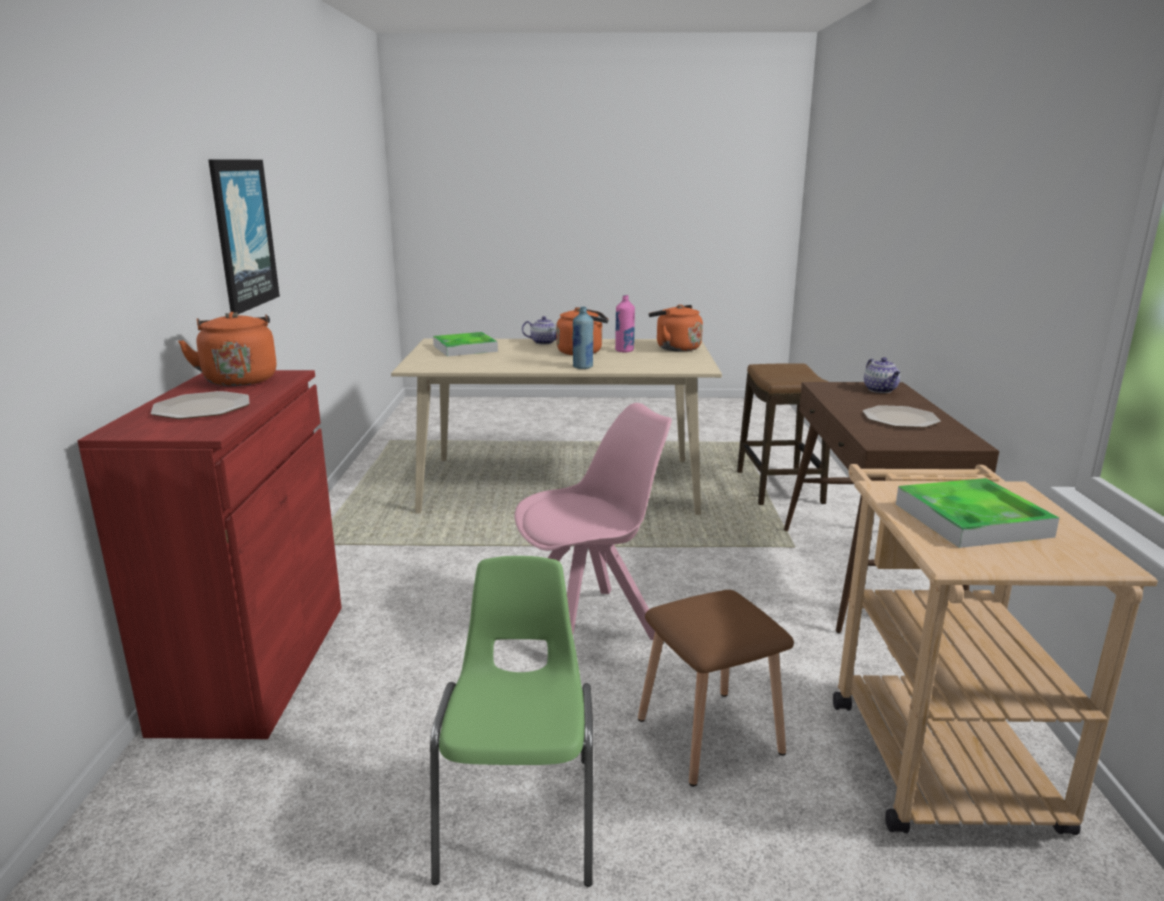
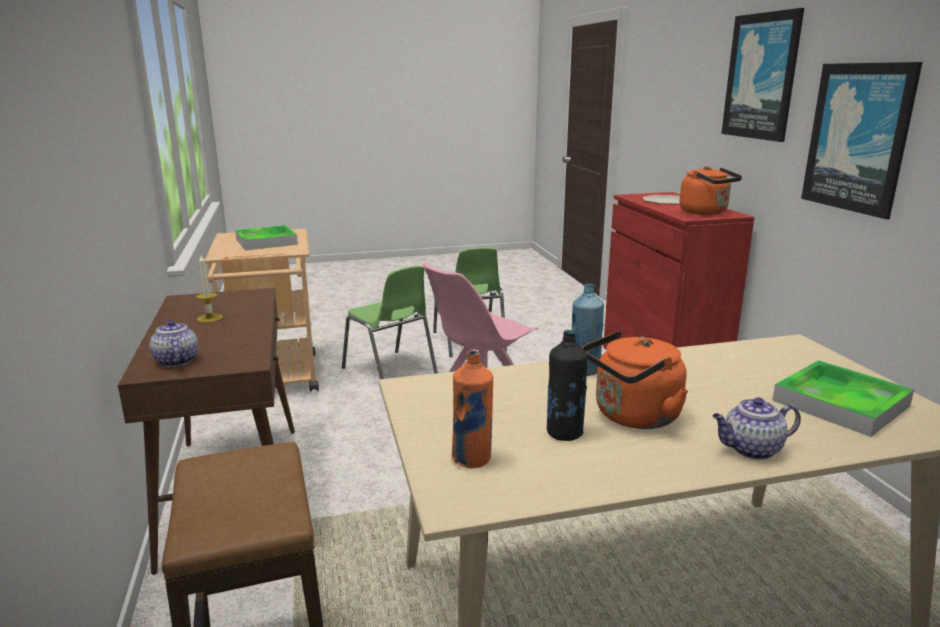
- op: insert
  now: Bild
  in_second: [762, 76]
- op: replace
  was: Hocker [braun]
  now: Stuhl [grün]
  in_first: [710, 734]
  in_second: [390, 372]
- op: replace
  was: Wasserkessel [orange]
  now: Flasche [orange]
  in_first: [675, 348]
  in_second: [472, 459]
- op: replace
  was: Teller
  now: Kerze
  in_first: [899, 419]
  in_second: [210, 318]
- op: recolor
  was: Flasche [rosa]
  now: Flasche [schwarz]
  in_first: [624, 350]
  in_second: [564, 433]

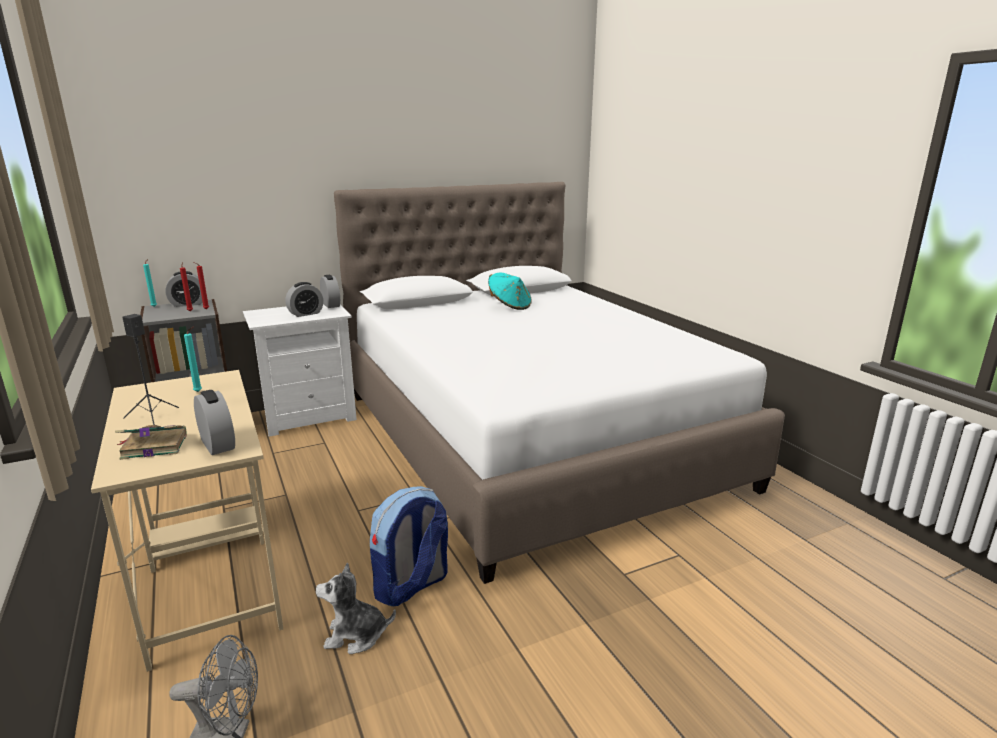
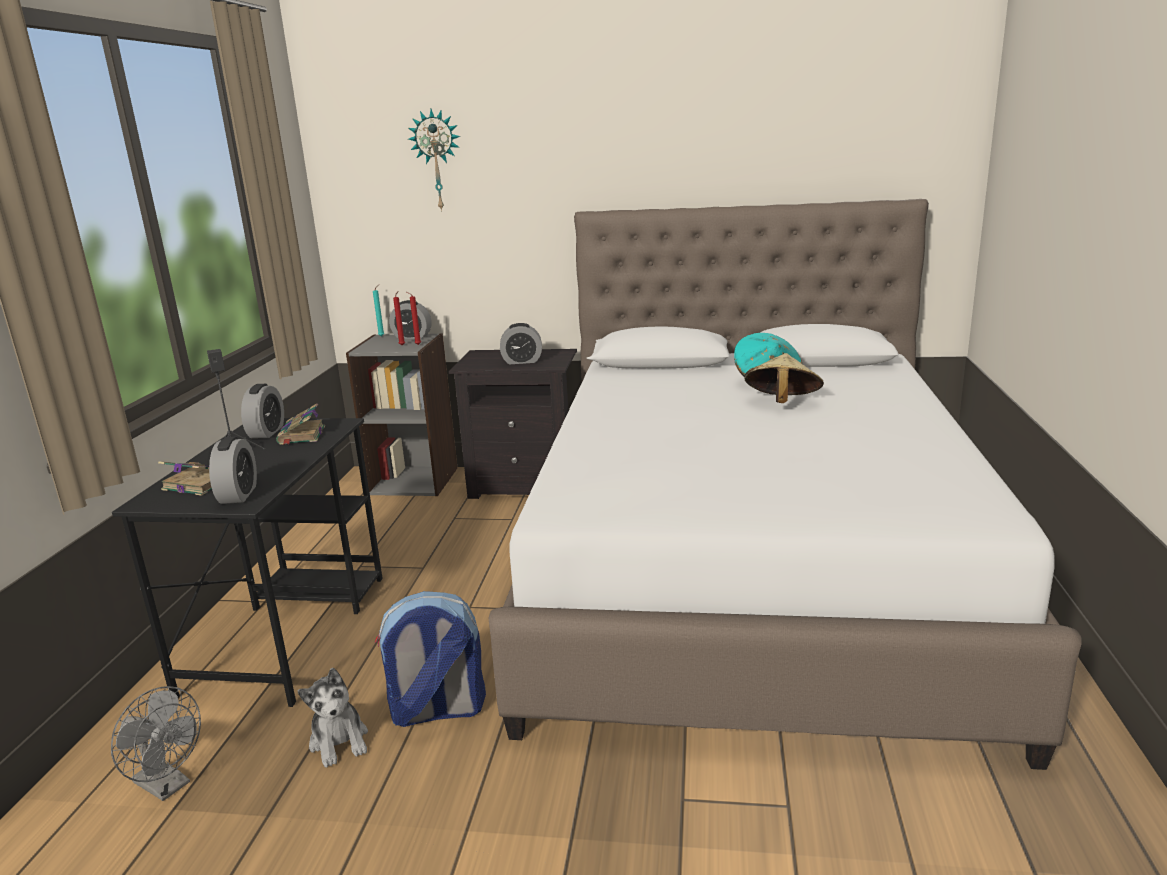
- op: insert
  now: Wanduhr
  in_second: [437, 160]
- op: insert
  now: Hut [beige]
  in_second: [781, 404]
- op: move
  was: Wecker
  in_first: [331, 305]
  in_second: [267, 432]
- op: replace
  was: Kerze [türkis]
  now: Buch
  in_first: [199, 391]
  in_second: [301, 435]
- op: recolor
  was: Schreibtisch [beige]
  now: Schreibtisch [schwarz]
  in_first: [211, 577]
  in_second: [289, 631]
- op: recolor
  was: Nachttisch [weiß]
  now: Nachttisch [schwarz]
  in_first: [309, 416]
  in_second: [526, 484]
- op: rotate
  was: Plüschtier
  in_first: [355, 636]
  in_second: [339, 741]
  clockwise: -150

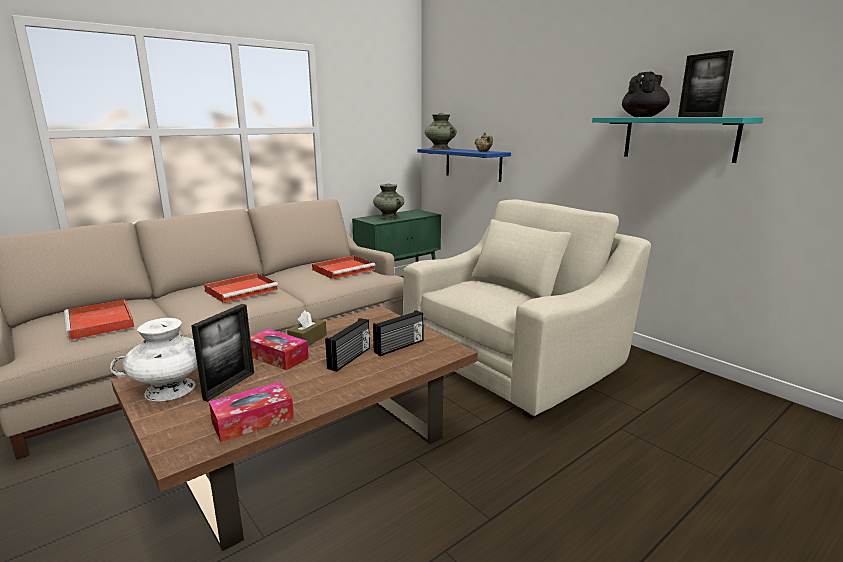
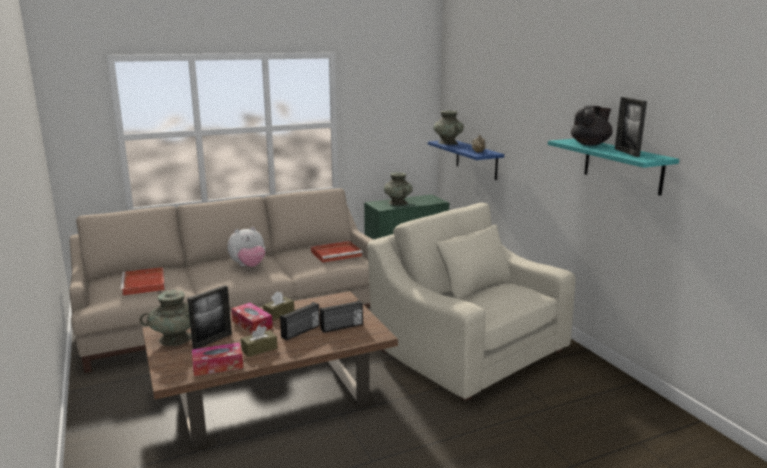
- op: insert
  now: Taschentuchbox [braun]
  in_second: [259, 349]
- op: replace
  was: Tablett [rot]
  now: Plüschtier
  in_first: [242, 290]
  in_second: [248, 266]
- op: recolor
  was: Vase [weiß]
  now: Vase [türkis]
  in_first: [169, 390]
  in_second: [175, 338]
- op: rotate
  was: Sessel [beige]
  in_first: [514, 359]
  in_second: [467, 349]
  clockwise: -105

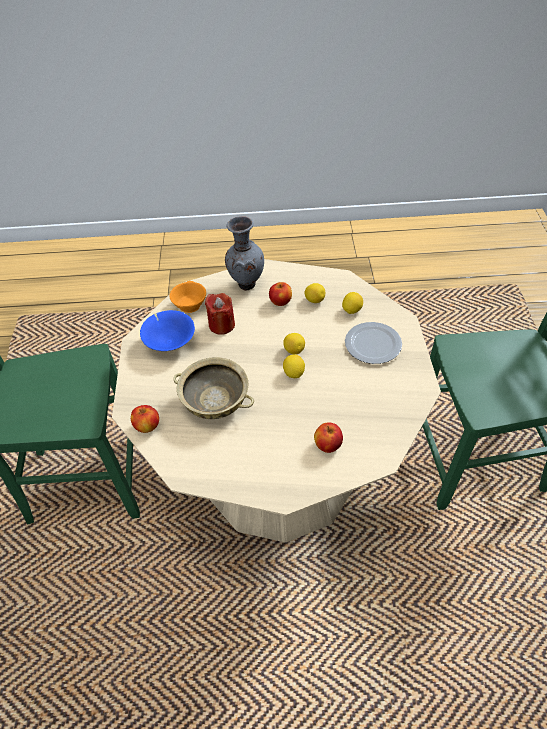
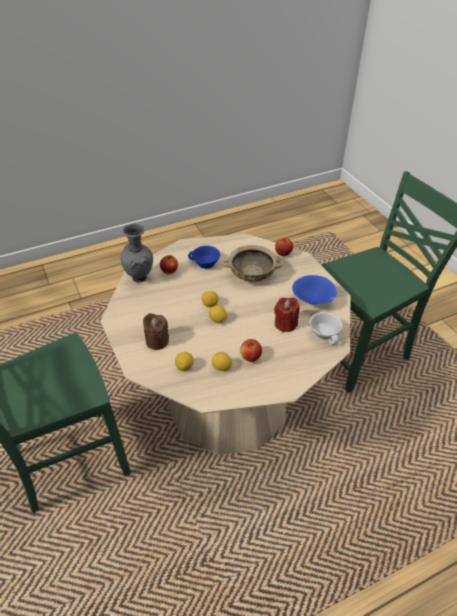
- op: insert
  now: Tasse [blau]
  in_second: [205, 264]
- op: move
  was: Vase [grau]
  in_first: [246, 284]
  in_second: [140, 278]
- op: replace
  was: Teller
  now: Kerze [braun]
  in_first: [374, 344]
  in_second: [157, 341]
- op: recolor
  was: Tasse [orange]
  now: Tasse [weiß]
  in_first: [188, 304]
  in_second: [325, 333]

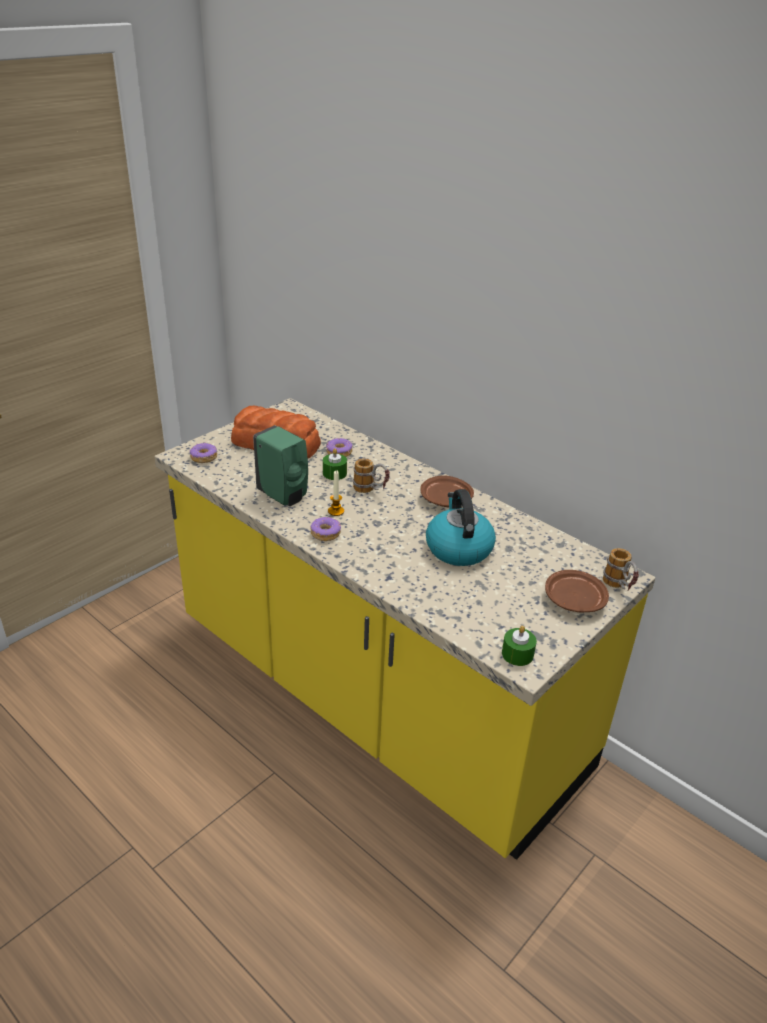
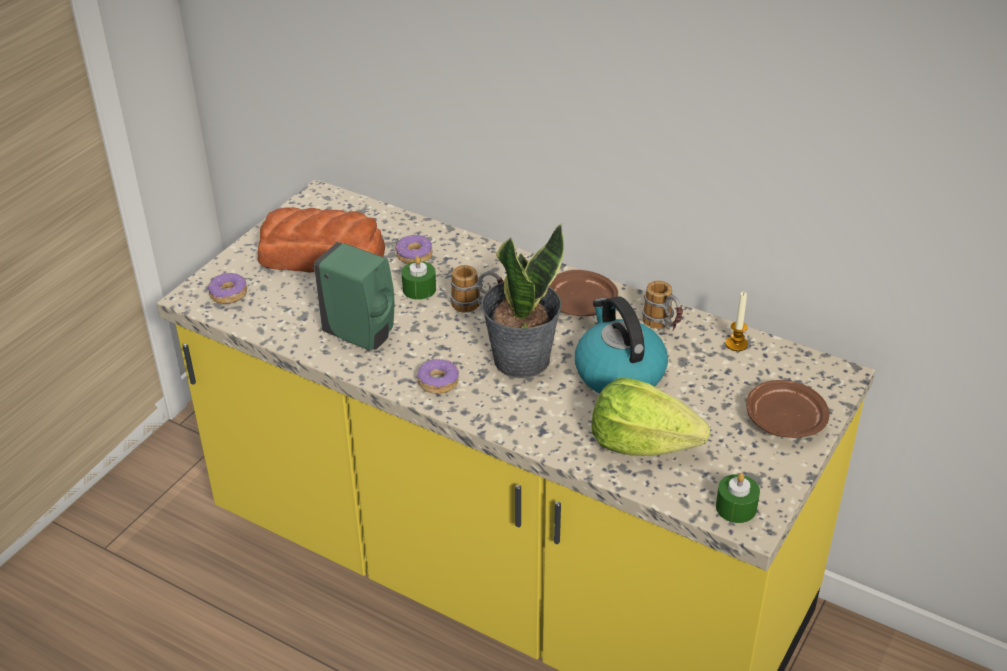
- op: insert
  now: Topfpflanze
  in_second: [520, 359]
- op: insert
  now: Salatkopf
  in_second: [642, 444]
- op: move
  was: Kerze
  in_first: [336, 511]
  in_second: [736, 344]
- op: move
  was: Henkelbecher
  in_first: [619, 587]
  in_second: [663, 328]

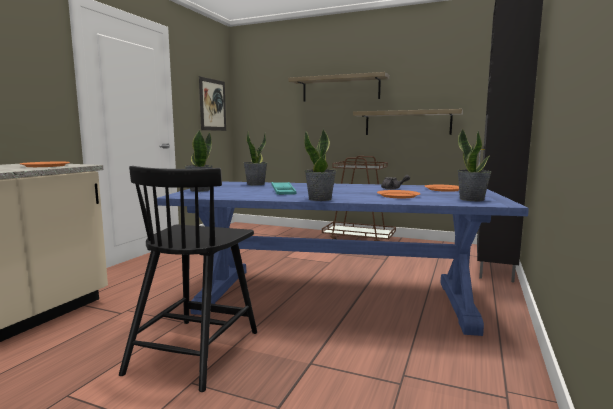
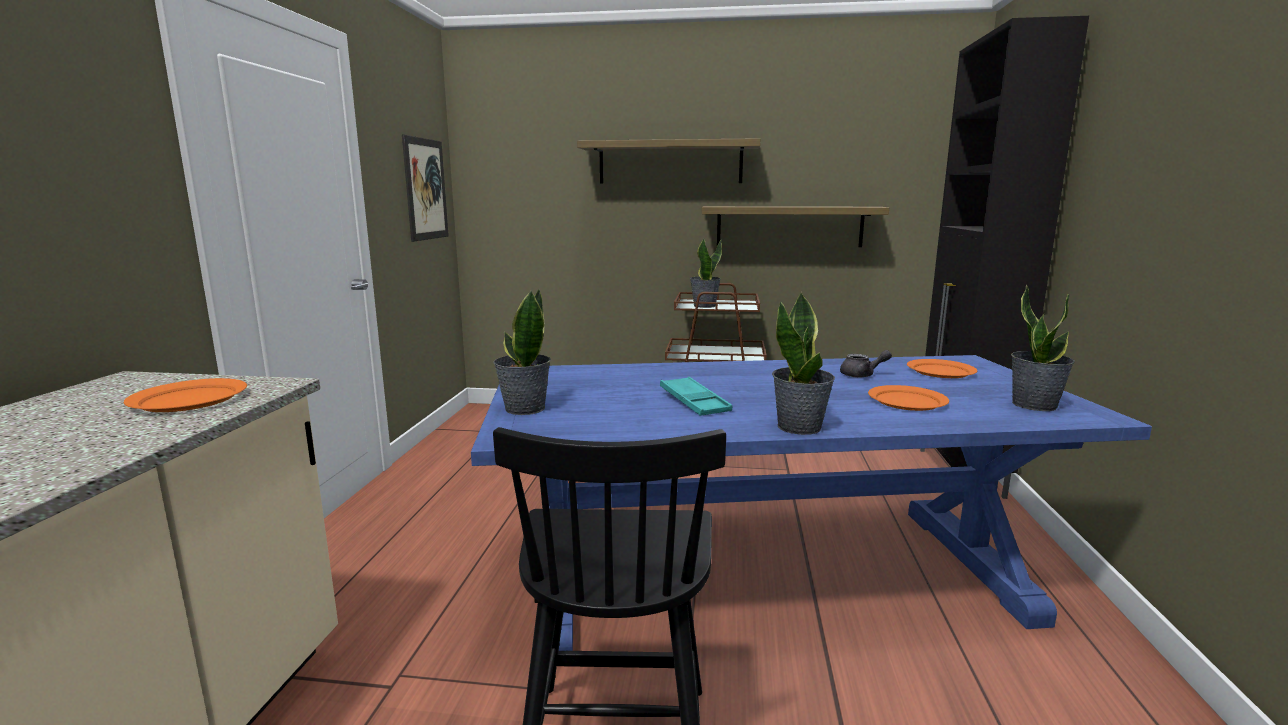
- op: move
  was: Topfpflanze
  in_first: [255, 184]
  in_second: [704, 306]

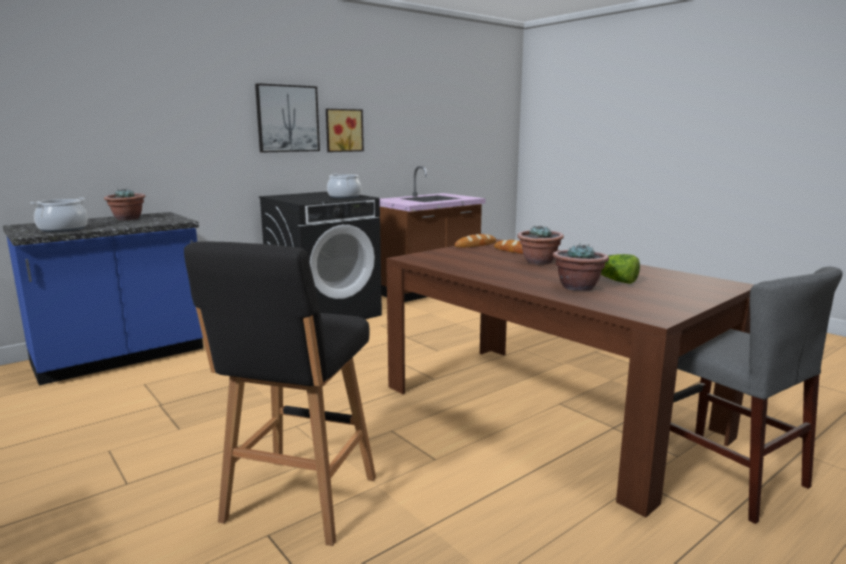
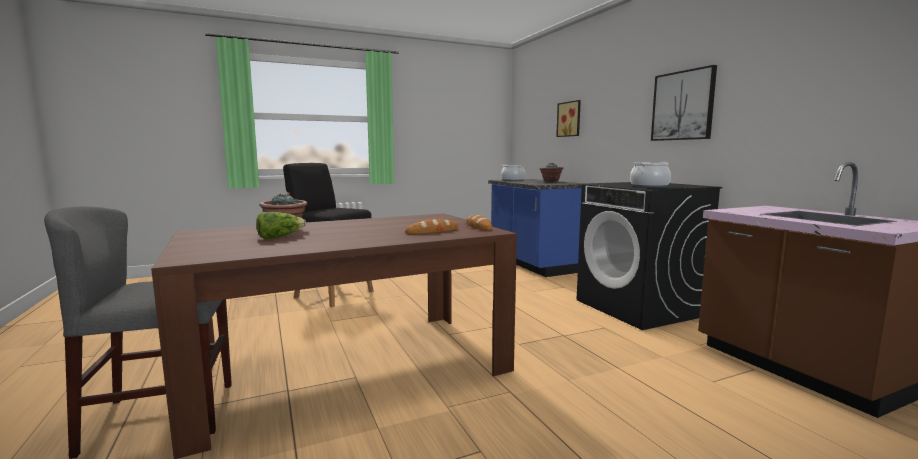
- op: delete
  was: Topfpflanze
  in_first: [539, 262]
- op: move
  was: Bild
  in_first: [343, 130]
  in_second: [570, 119]

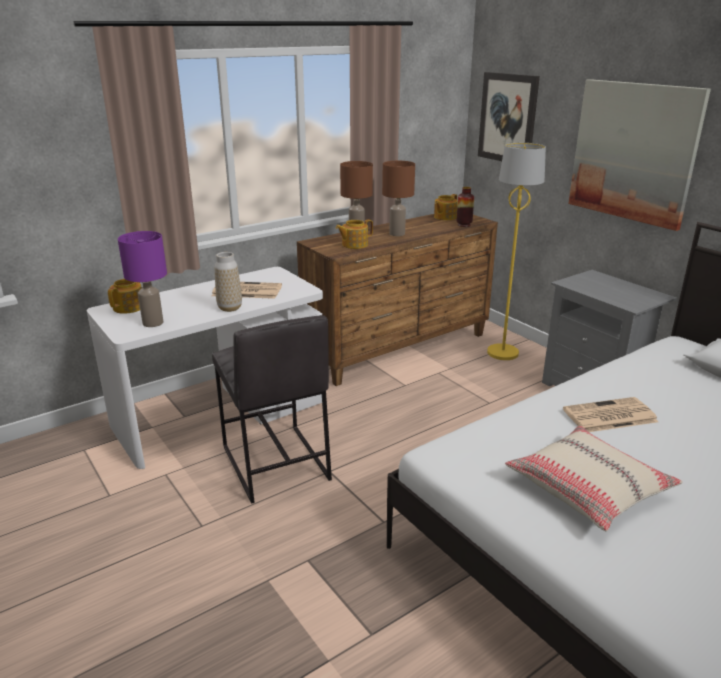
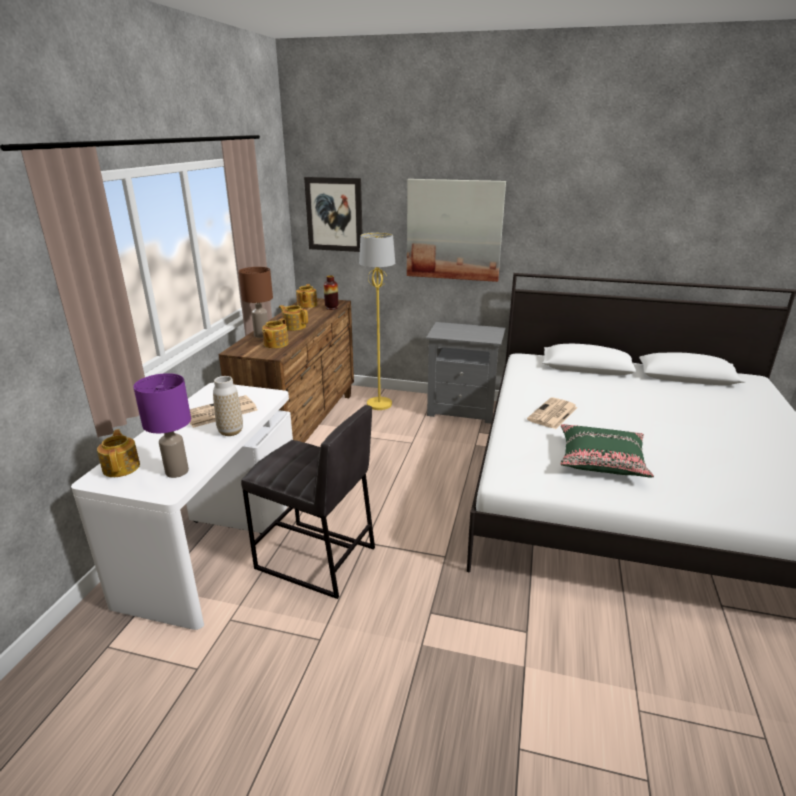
- op: replace
  was: Tischlampe [braun]
  now: Teekanne
  in_first: [397, 234]
  in_second: [294, 326]
- op: recolor
  was: Kissen [beige]
  now: Kissen [grün]
  in_first: [588, 488]
  in_second: [601, 460]

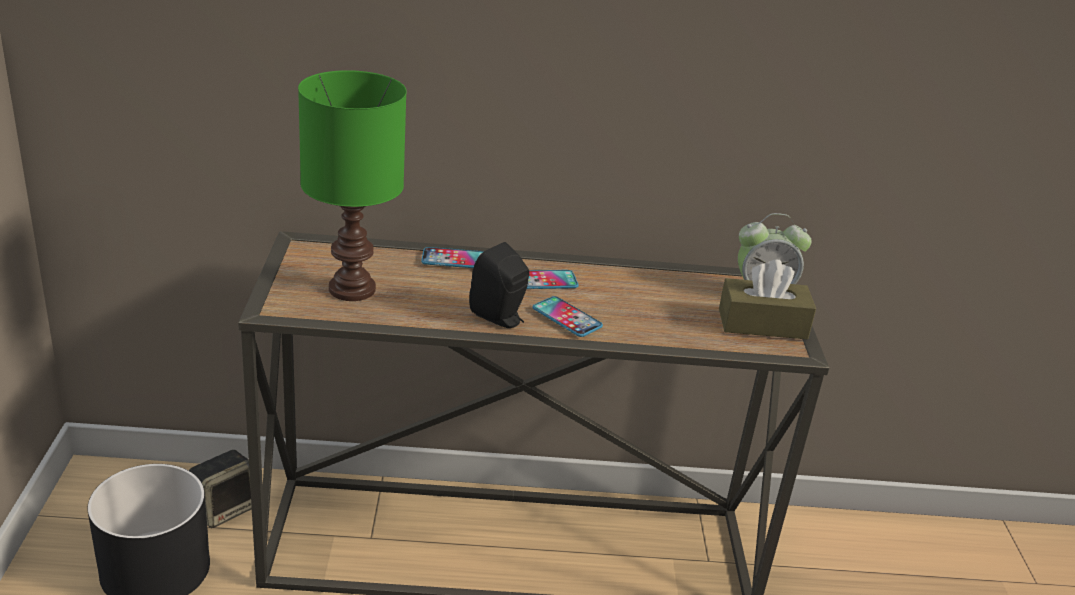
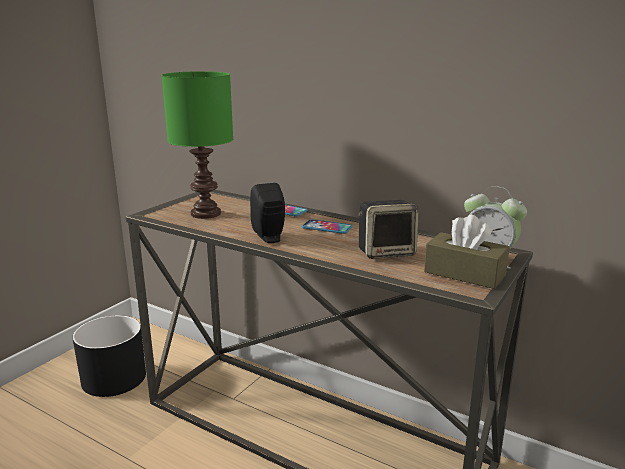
- op: delete
  was: Handy
  in_first: [567, 317]
- op: move
  was: Lautsprecher
  in_first: [225, 508]
  in_second: [386, 252]

